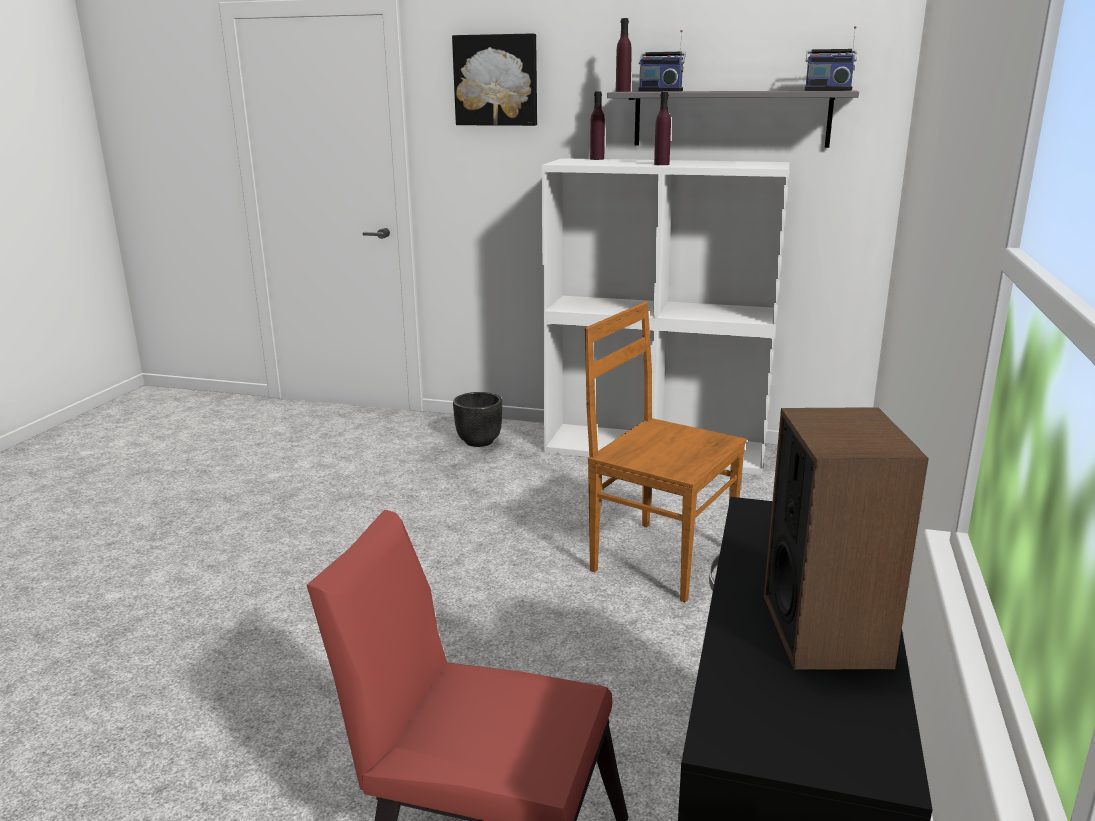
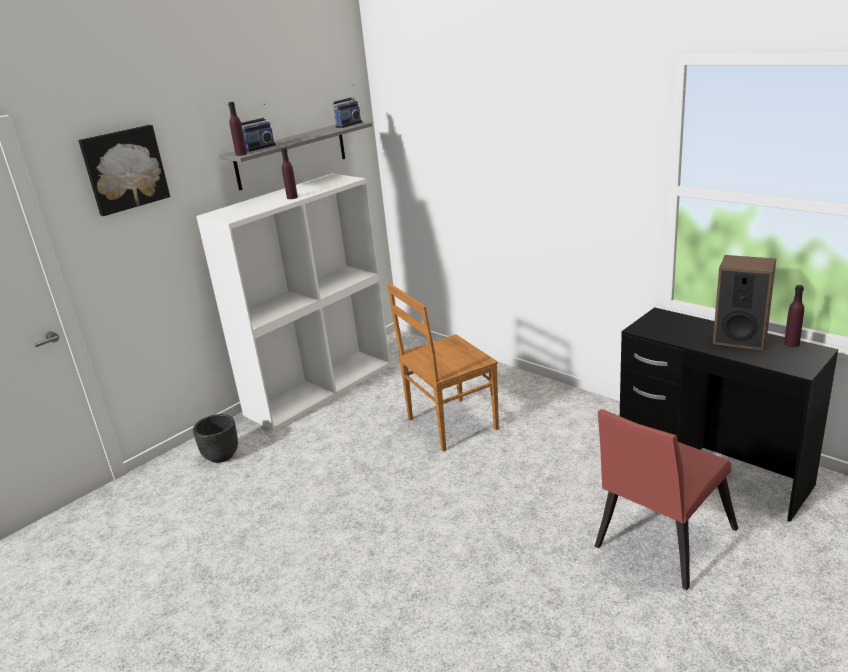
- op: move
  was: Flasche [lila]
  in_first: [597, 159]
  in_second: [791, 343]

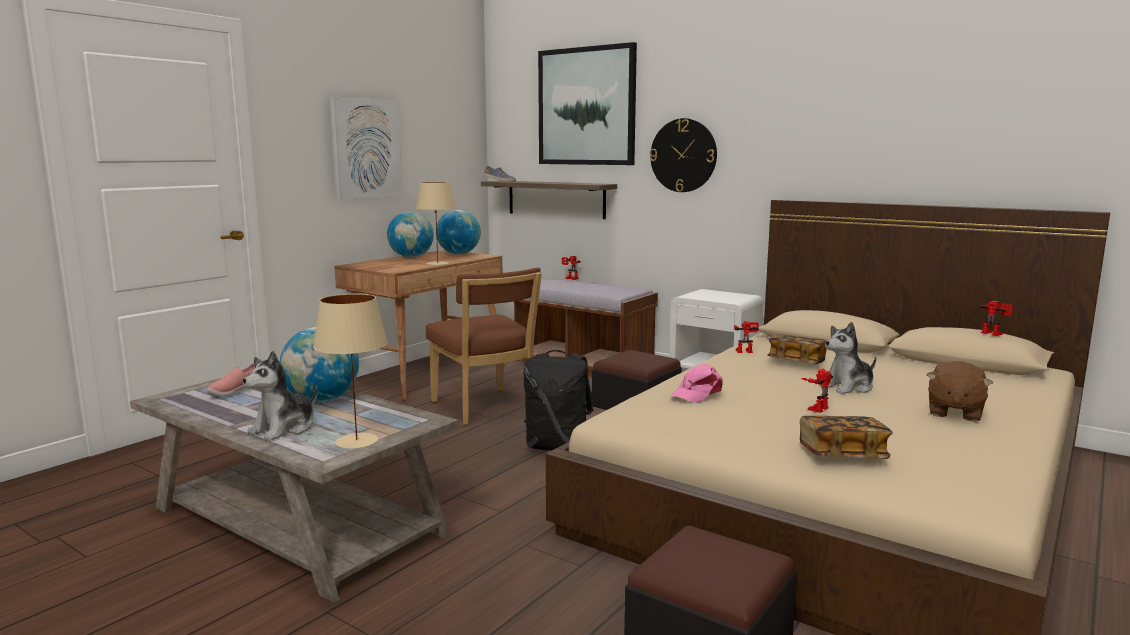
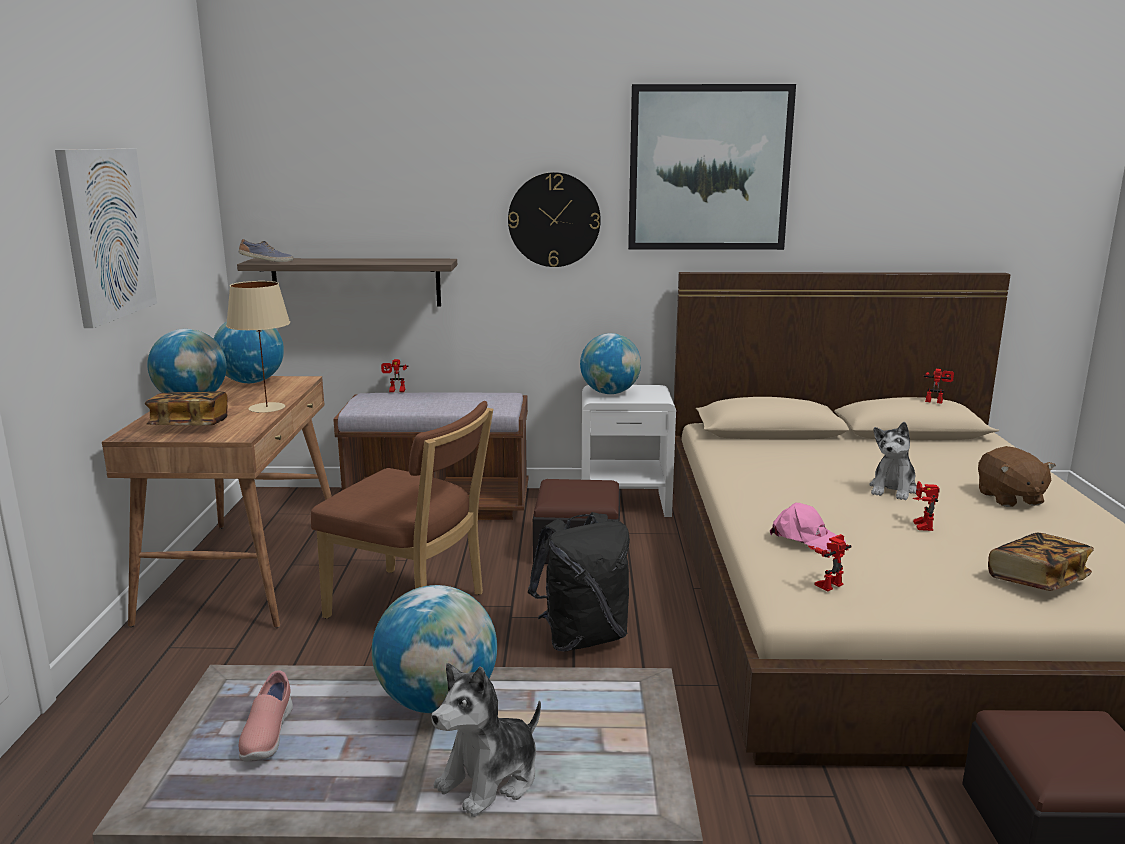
- op: delete
  was: Tischlampe [beige]
  in_first: [356, 441]
- op: insert
  now: Globus
  in_second: [610, 393]
- op: move
  was: Bild
  in_first: [586, 106]
  in_second: [709, 168]
- op: move
  was: Spielzeugroboter
  in_first: [744, 351]
  in_second: [827, 583]
- op: move
  was: Buch
  in_first: [796, 362]
  in_second: [190, 425]
- op: rotate
  was: Plüschtier
  in_first: [284, 428]
  in_second: [490, 779]
  clockwise: 45
- op: rotate
  was: Kappe [rosa]
  in_first: [697, 393]
  in_second: [805, 538]
  clockwise: -60

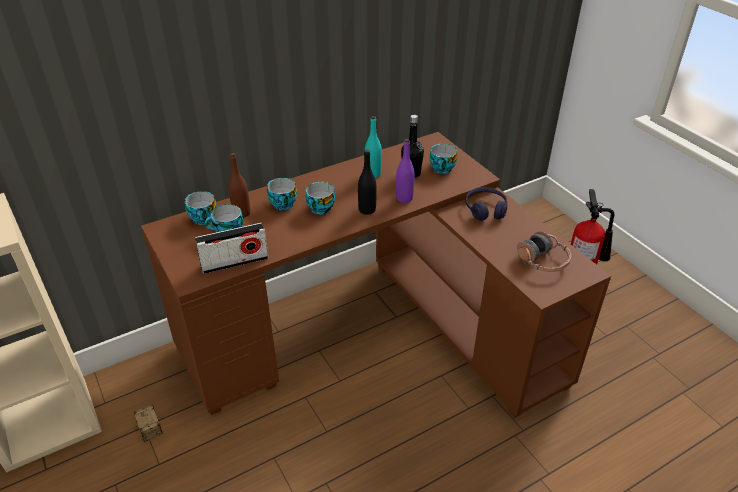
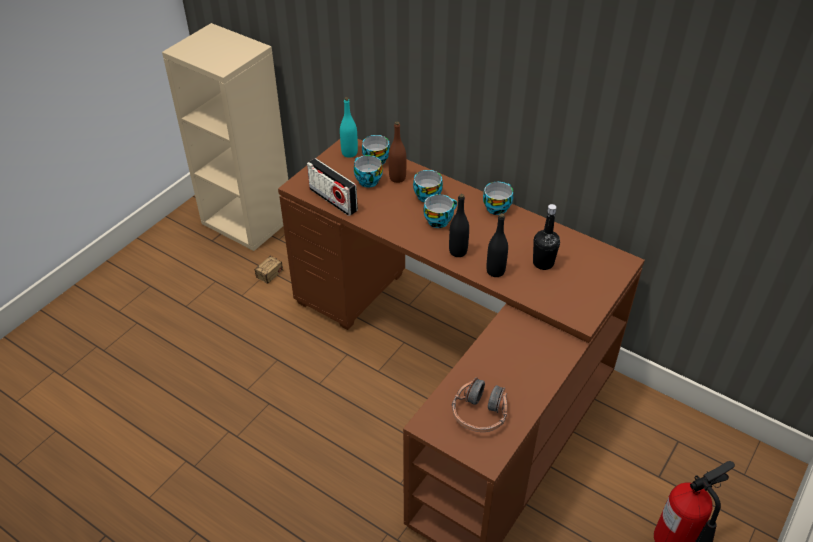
- op: delete
  was: Kopfhörer [lila]
  in_first: [485, 209]
- op: move
  was: Flasche [türkis]
  in_first: [373, 174]
  in_second: [349, 153]
- op: move
  was: Tasse
  in_first: [440, 168]
  in_second: [497, 207]
- op: recolor
  was: Flasche [lila]
  now: Flasche [schwarz]
  in_first: [404, 198]
  in_second: [495, 271]

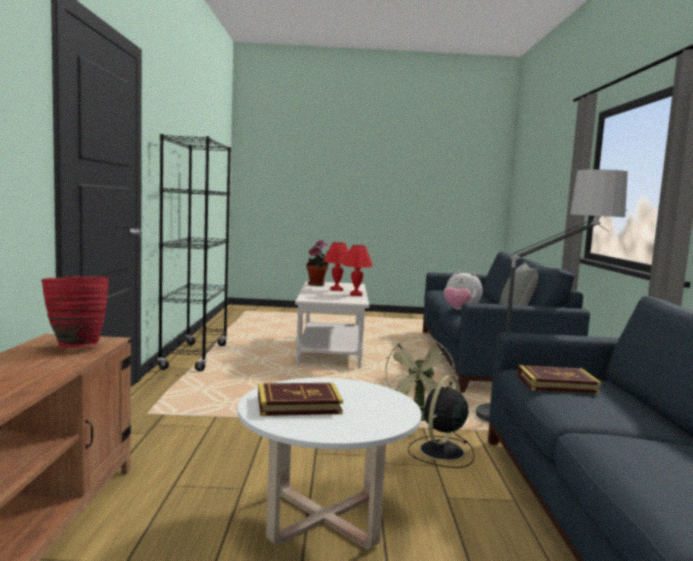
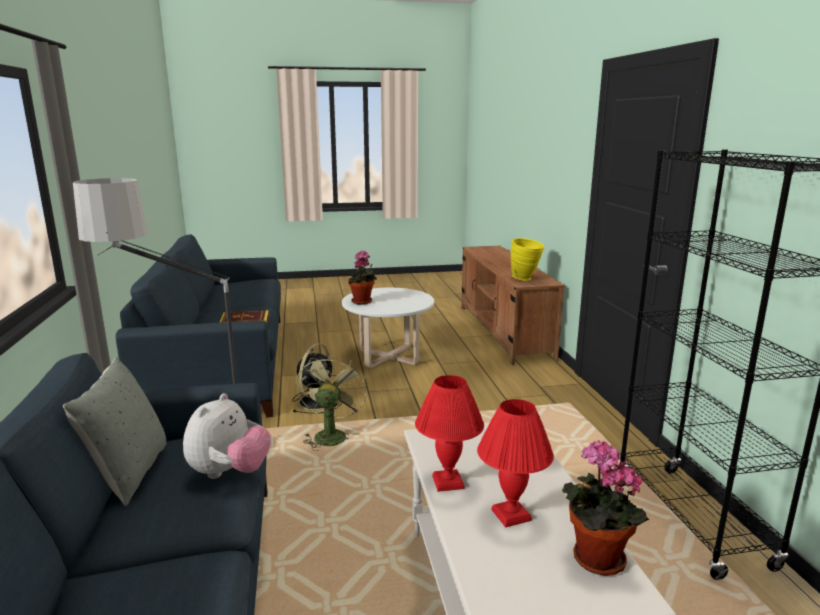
- op: delete
  was: Buch
  in_first: [298, 404]
- op: insert
  now: Topfpflanze
  in_second: [363, 302]
- op: recolor
  was: Vase [rot]
  now: Vase [gelb]
  in_first: [75, 346]
  in_second: [525, 279]
- op: rotate
  was: Plüschtier
  in_first: [460, 310]
  in_second: [229, 472]
  clockwise: 90

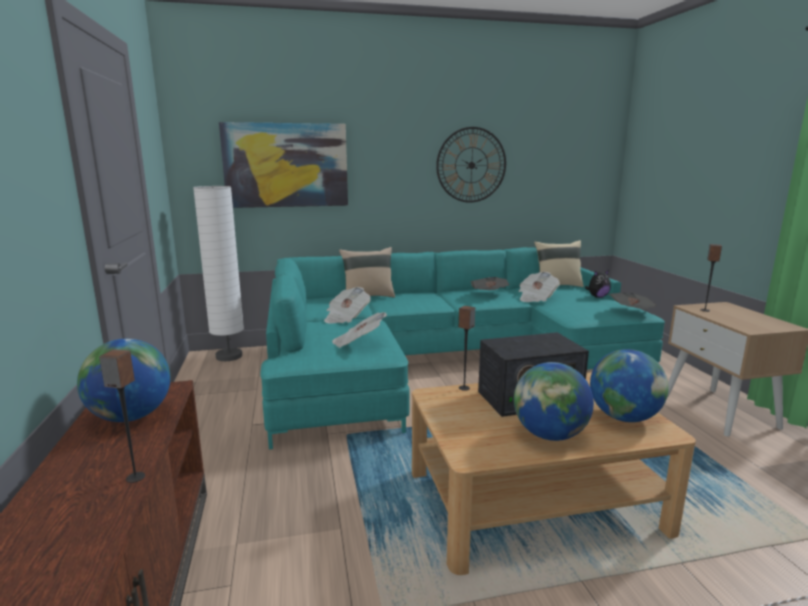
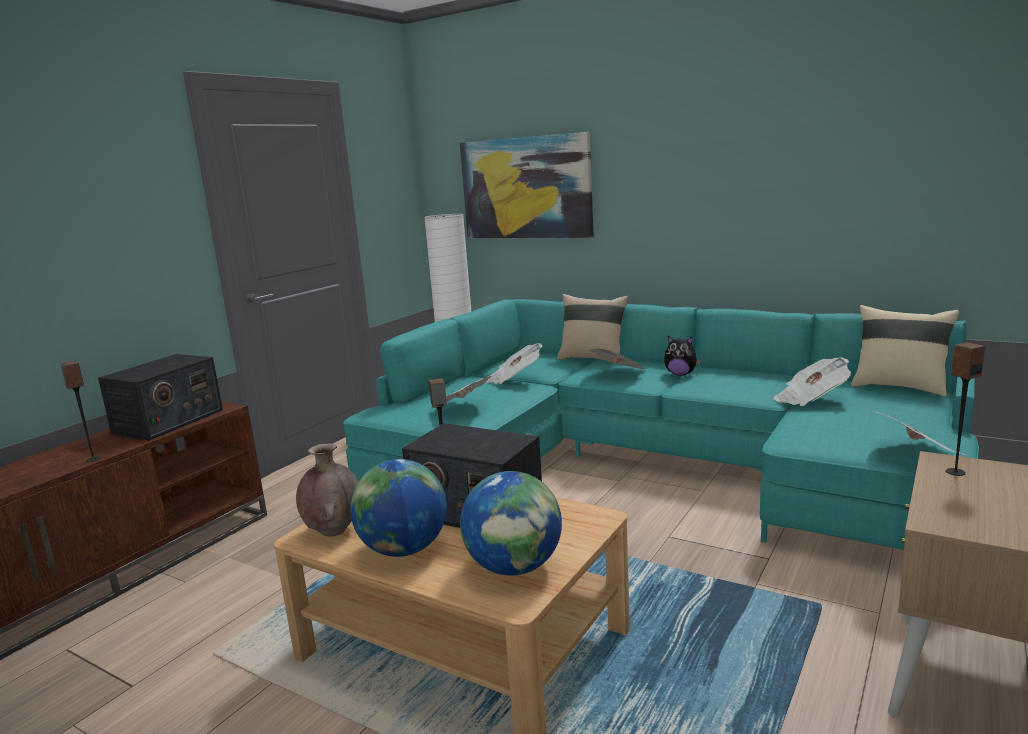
- op: delete
  was: Wanduhr
  in_first: [471, 165]
- op: insert
  now: Vase [braun]
  in_second: [333, 530]
- op: move
  was: Zeitung
  in_first: [489, 294]
  in_second: [619, 374]
- op: move
  was: Plüschtier
  in_first: [597, 297]
  in_second: [680, 374]
- op: replace
  was: Globus
  now: Radio
  in_first: [131, 417]
  in_second: [168, 422]

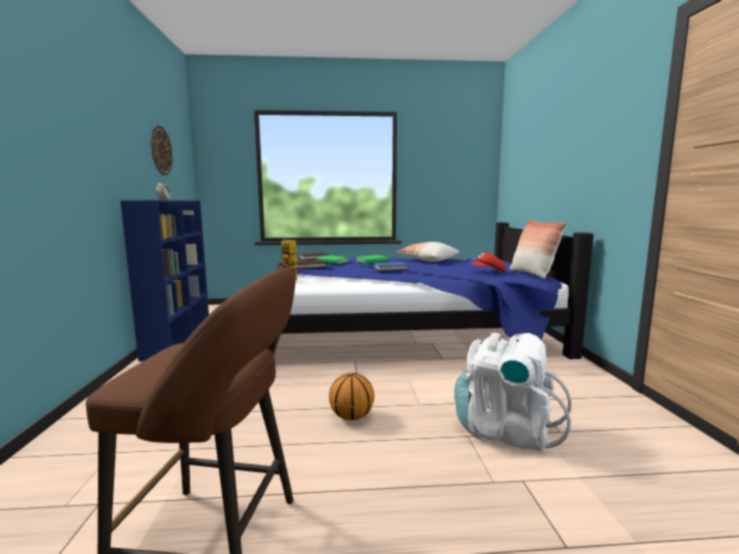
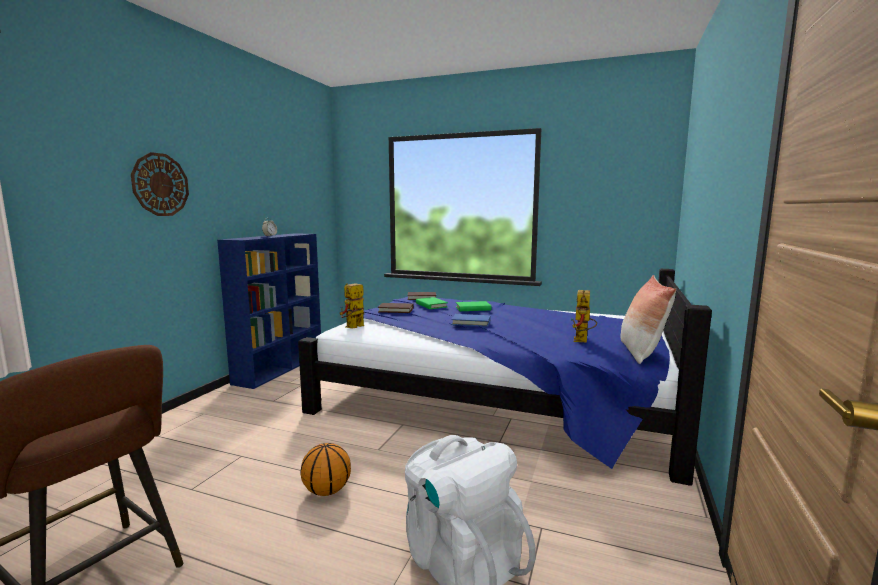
- op: delete
  was: Kissen
  in_first: [427, 260]
- op: move
  was: Wanduhr
  in_first: [161, 150]
  in_second: [160, 184]
- op: replace
  was: Kappe [rot]
  now: Spielzeugroboter
  in_first: [488, 271]
  in_second: [582, 341]

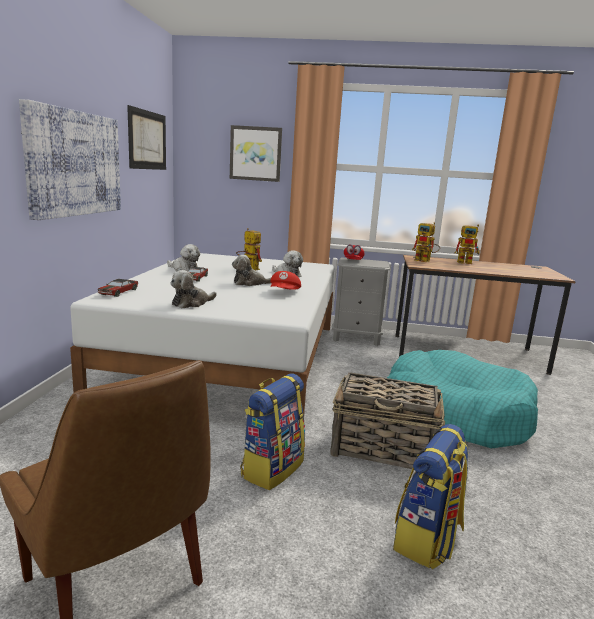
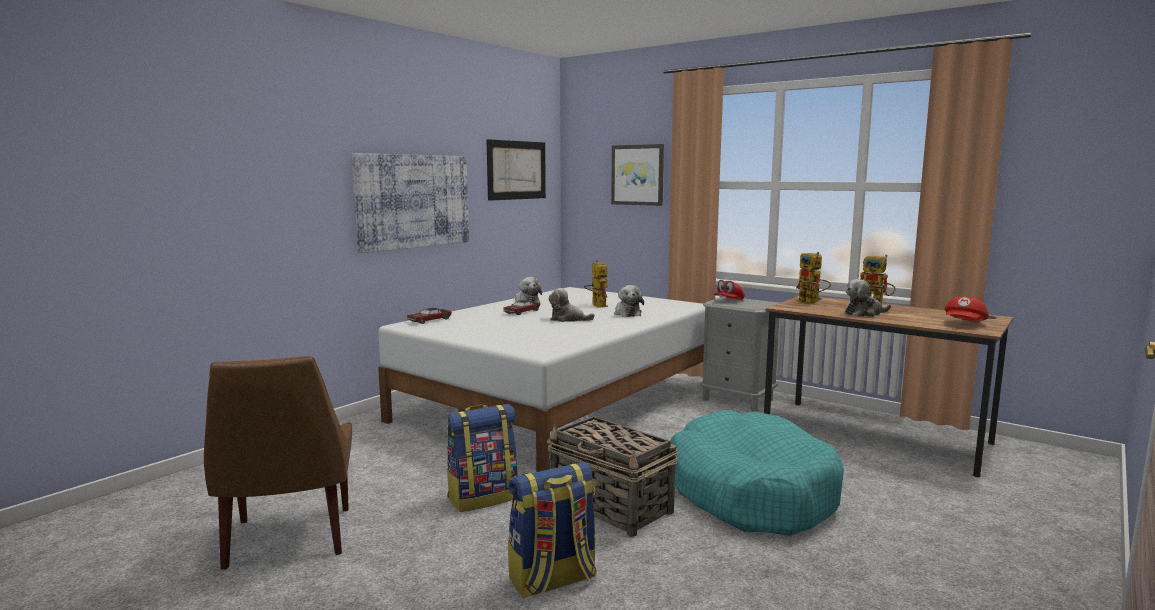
- op: move
  was: Plüschtier
  in_first: [191, 303]
  in_second: [864, 313]
- op: move
  was: Kappe [rot]
  in_first: [285, 293]
  in_second: [964, 324]

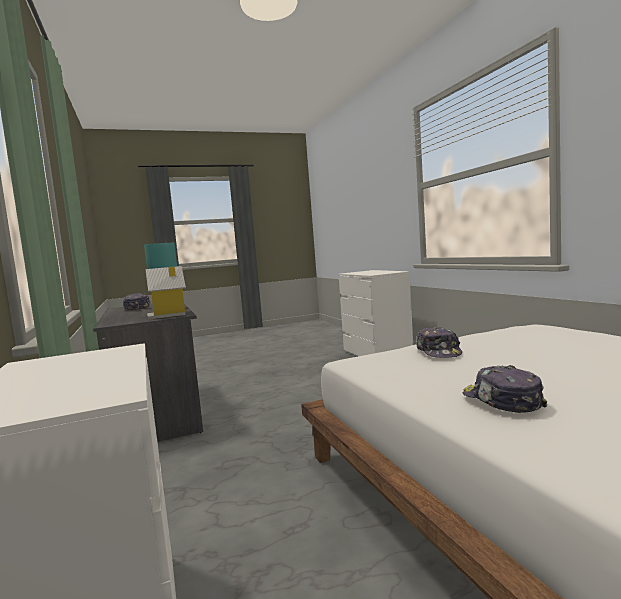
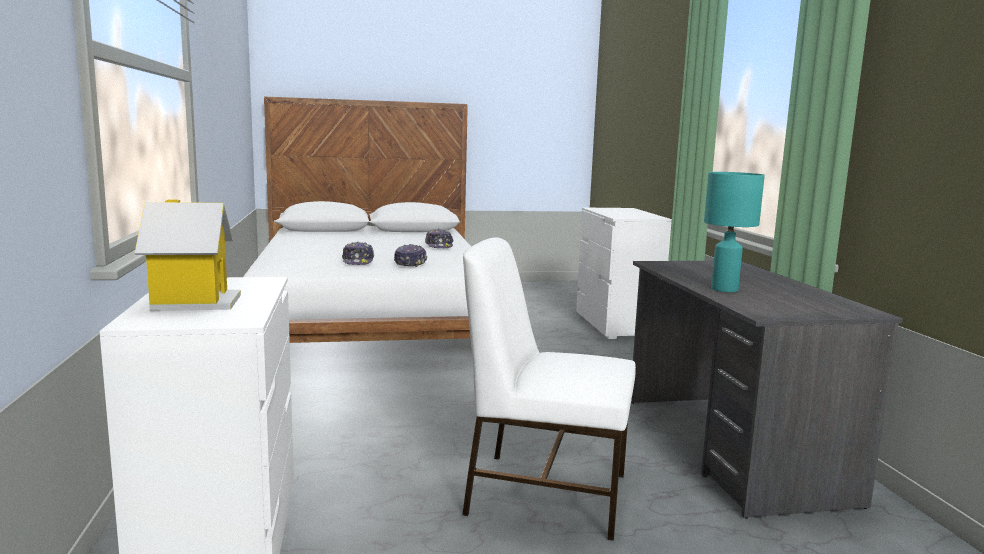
- op: insert
  now: Stuhl [weiß]
  in_second: [544, 492]
- op: move
  was: Kappe
  in_first: [137, 308]
  in_second: [358, 261]
- op: move
  was: Spielzeughaus
  in_first: [168, 315]
  in_second: [192, 302]

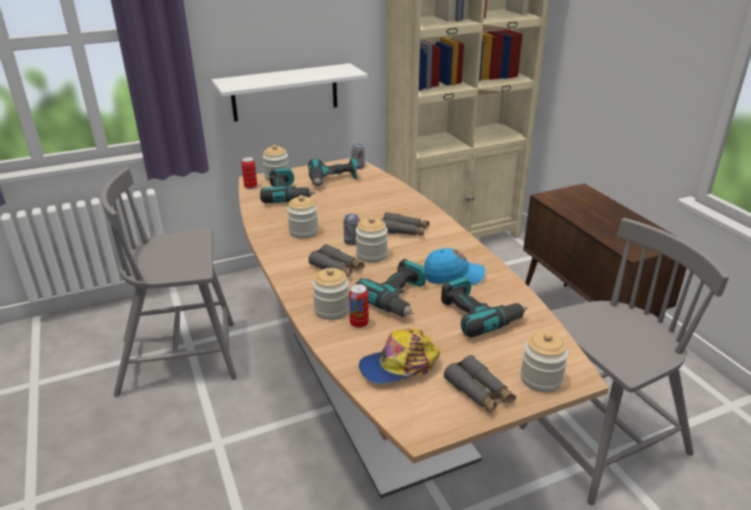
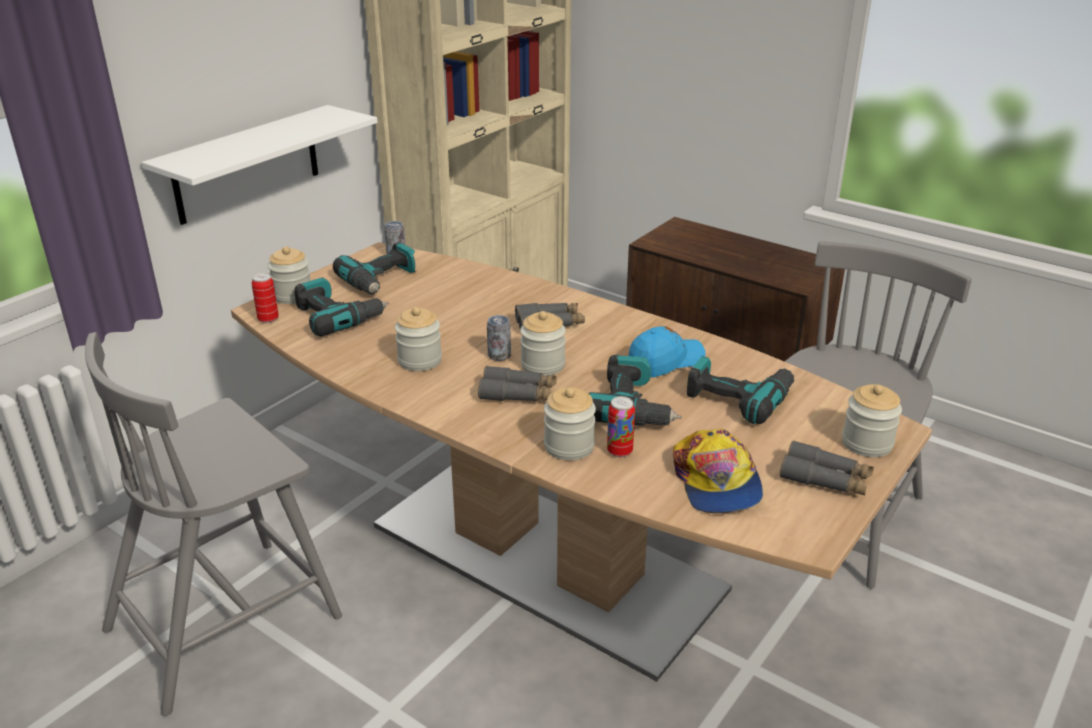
- op: rotate
  was: Kappe
  in_first: [399, 365]
  in_second: [716, 482]
  clockwise: -45

